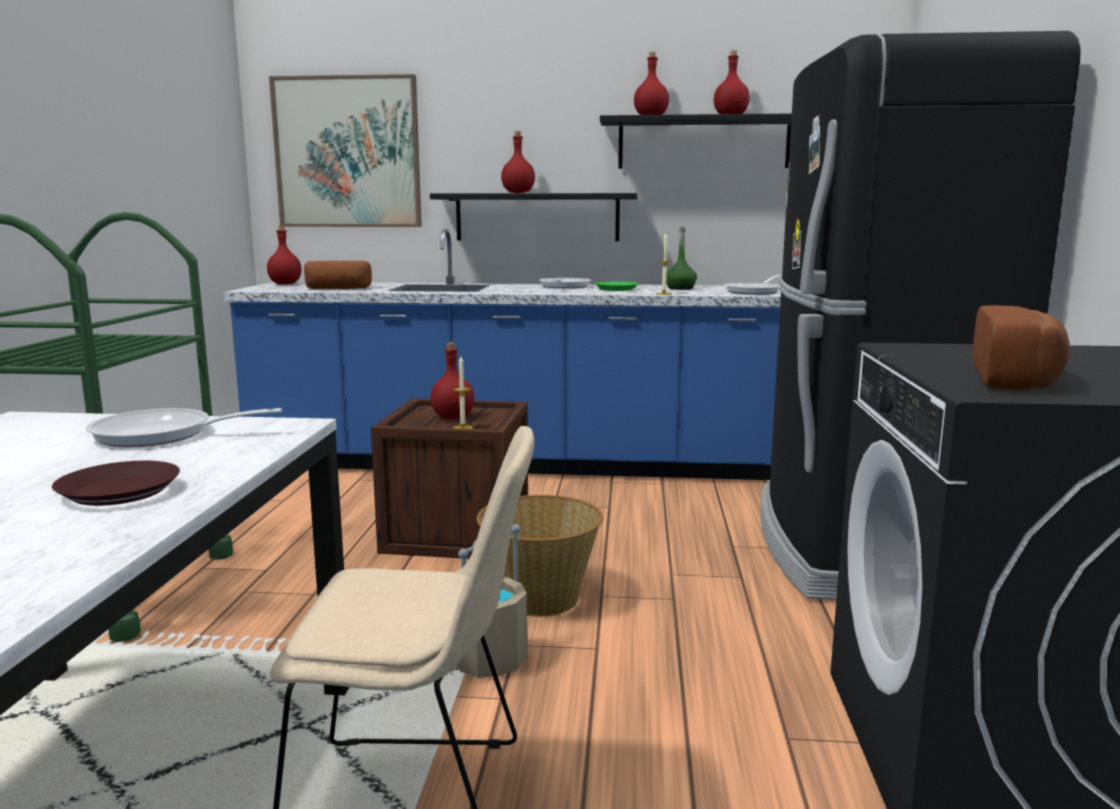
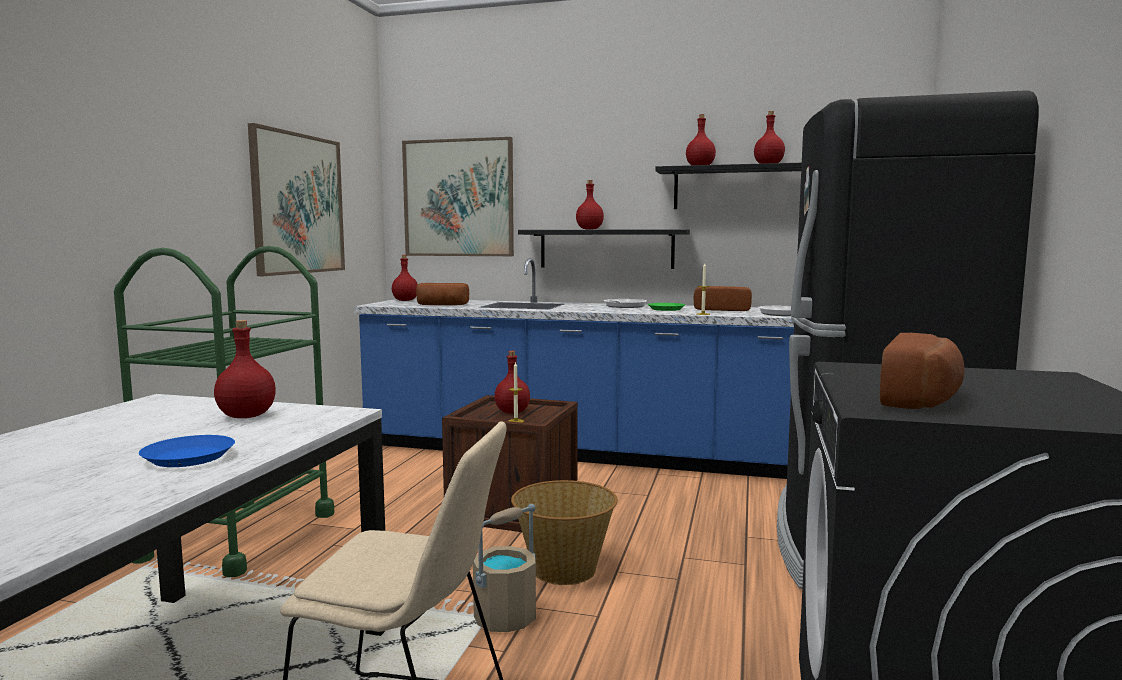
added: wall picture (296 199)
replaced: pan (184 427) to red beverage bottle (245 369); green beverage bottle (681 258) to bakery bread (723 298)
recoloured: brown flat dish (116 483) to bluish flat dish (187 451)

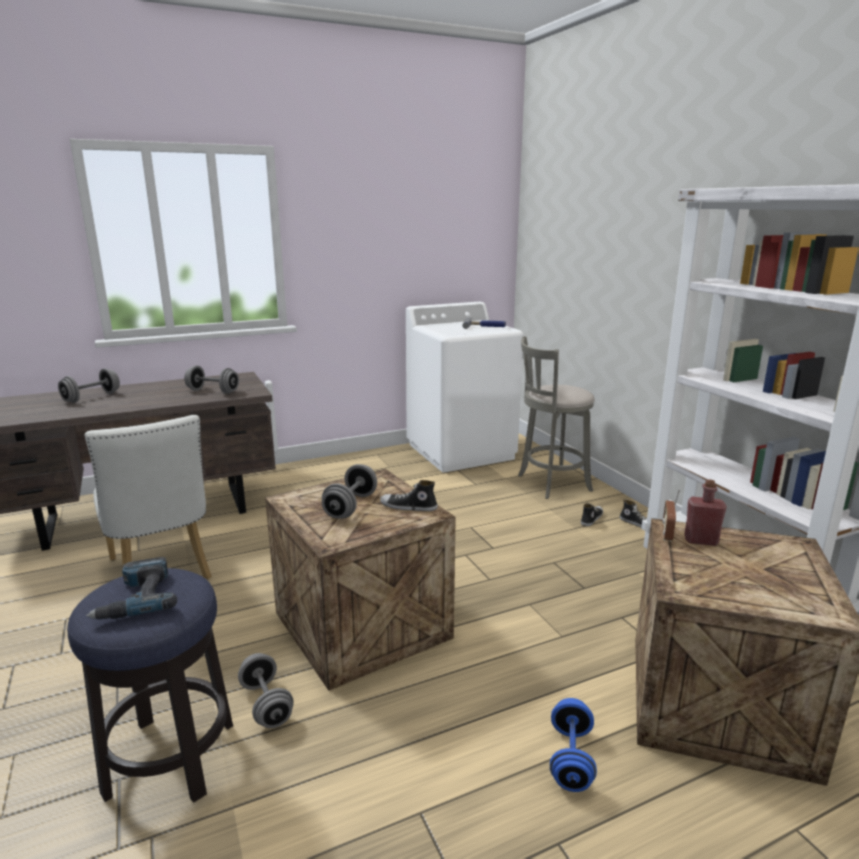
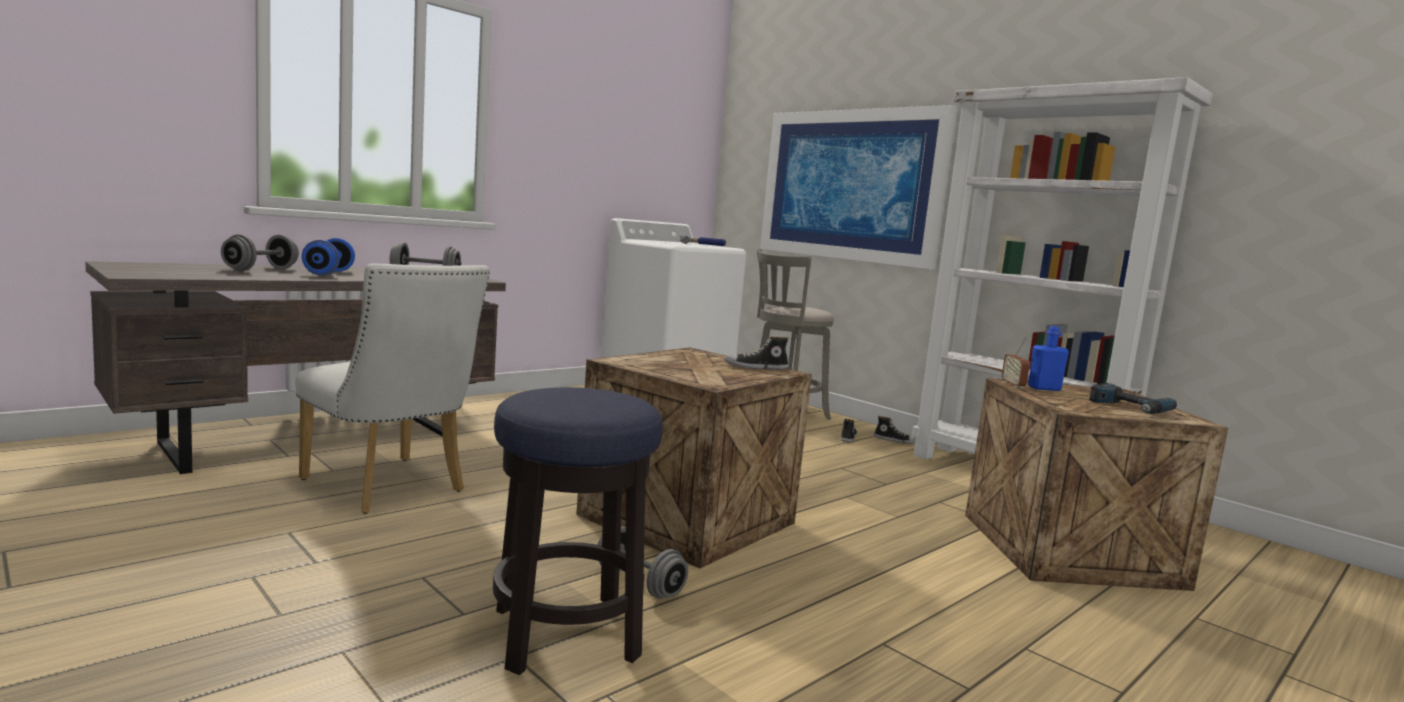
removed: gray dumbbell (349 491)
added: wall picture (859 187)
moved: drill (131 588) to (1133 398); bluish dumbbell (573 745) to (328 256)
recoloured: red beverage bottle (705 512) to bluish beverage bottle (1048 358)

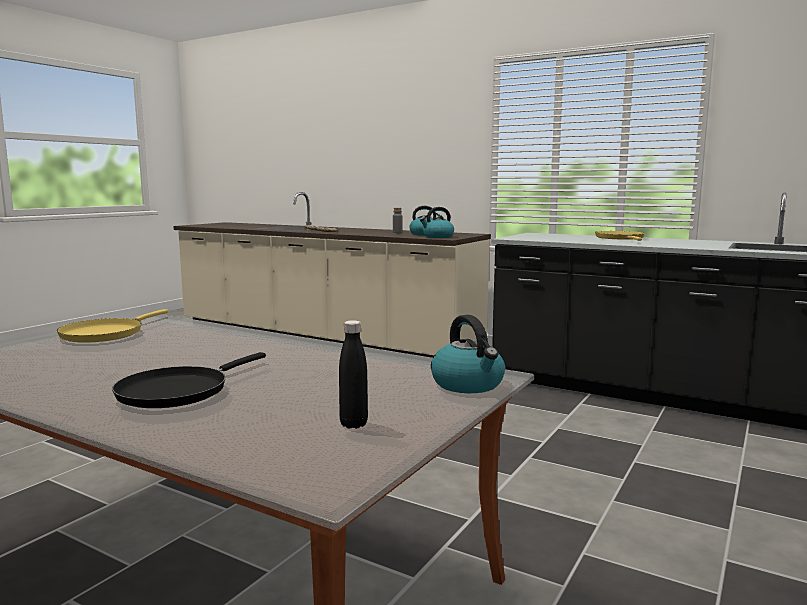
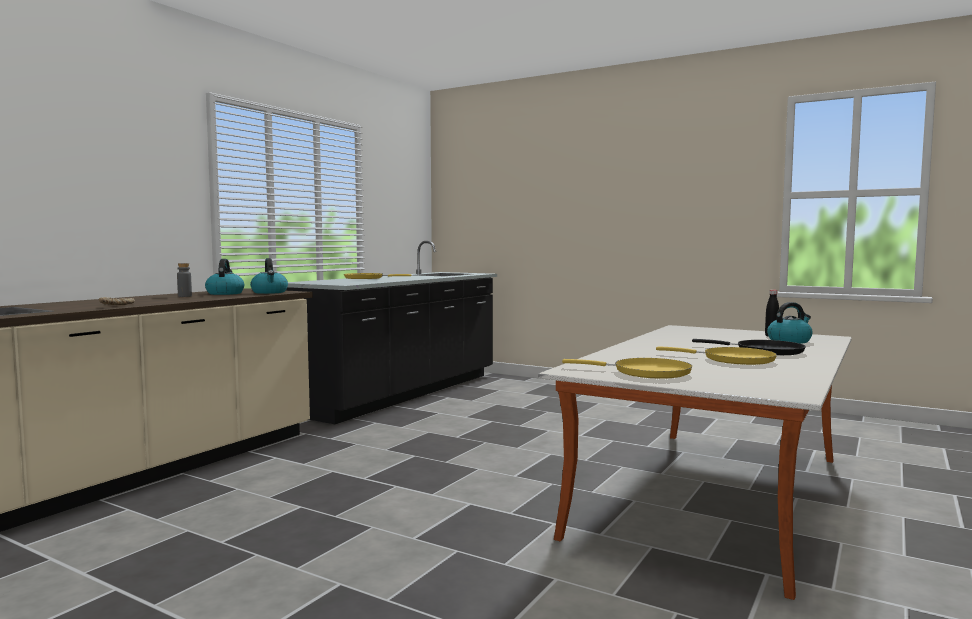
added: yellow-coloured pan (716 355)
moved: tea kettle (468 354) to (790 323)

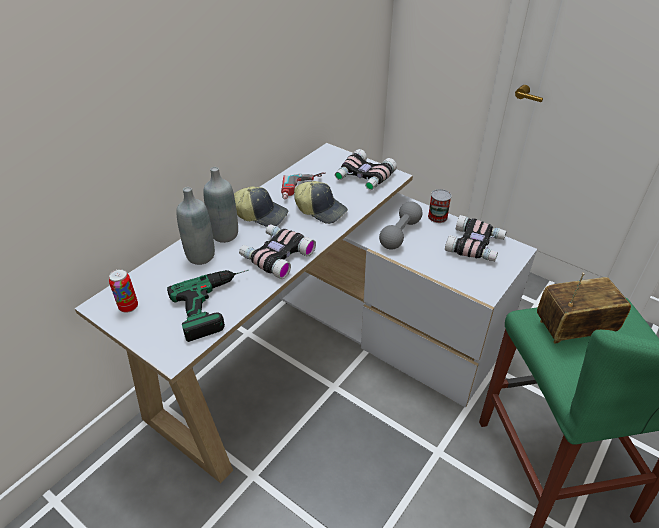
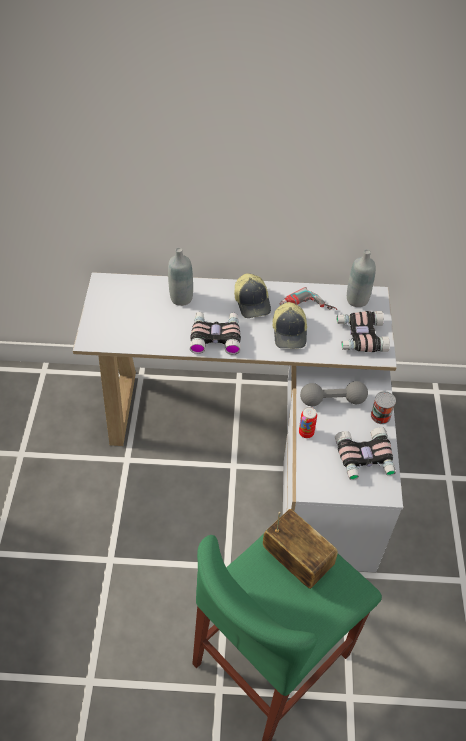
removed: drill (208 306)
moved: metal can (123 291) to (308 422); gray beverage bottle (220 205) to (361 278)

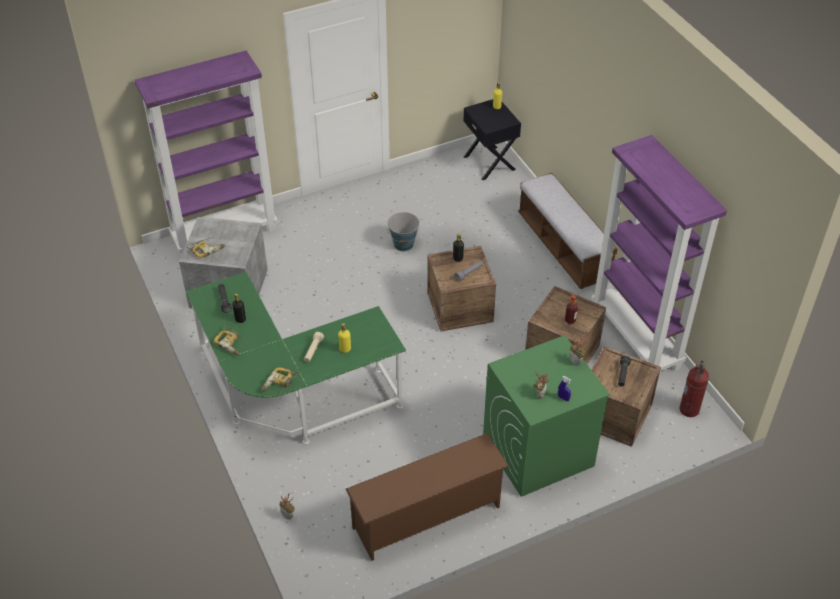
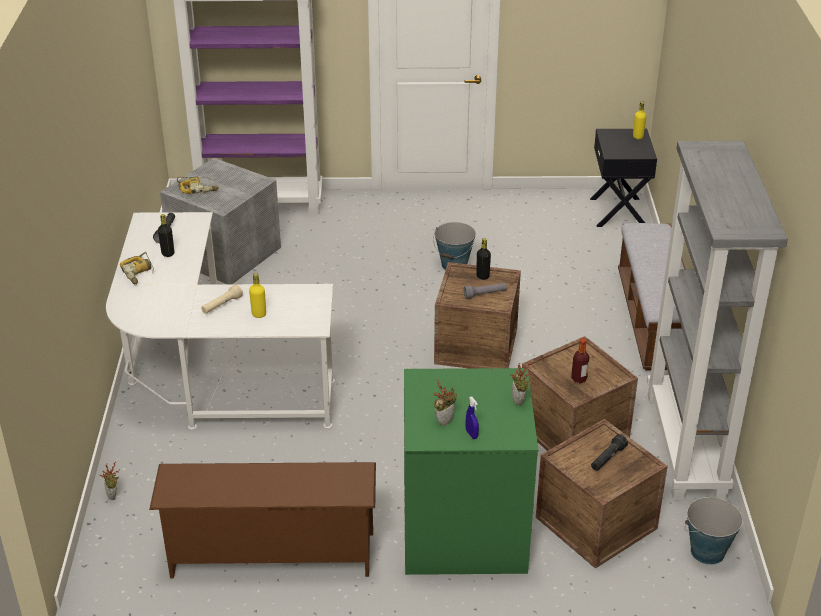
removed: drill (280 380)
replaced: fire-fighting cylinder (694 389) to pail (713 531)
recoloured: green desk unit (296 358) to whitish desk unit (220 321); purplish bookcase (659 253) to gray bookcase (717 320)

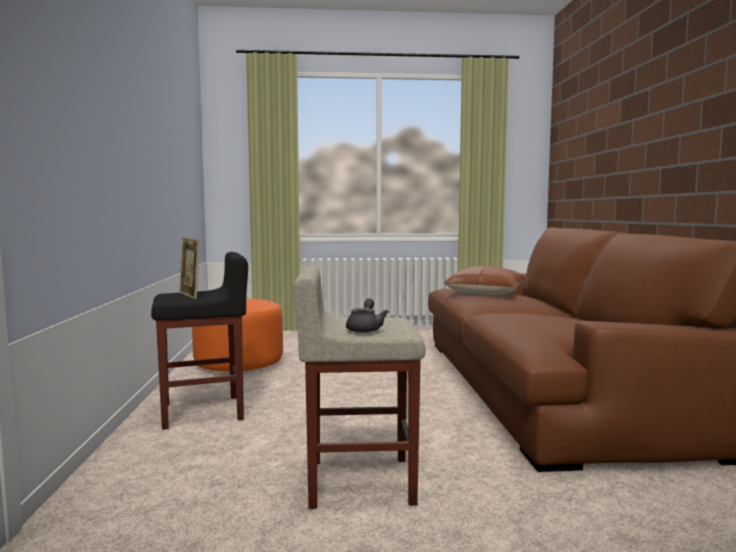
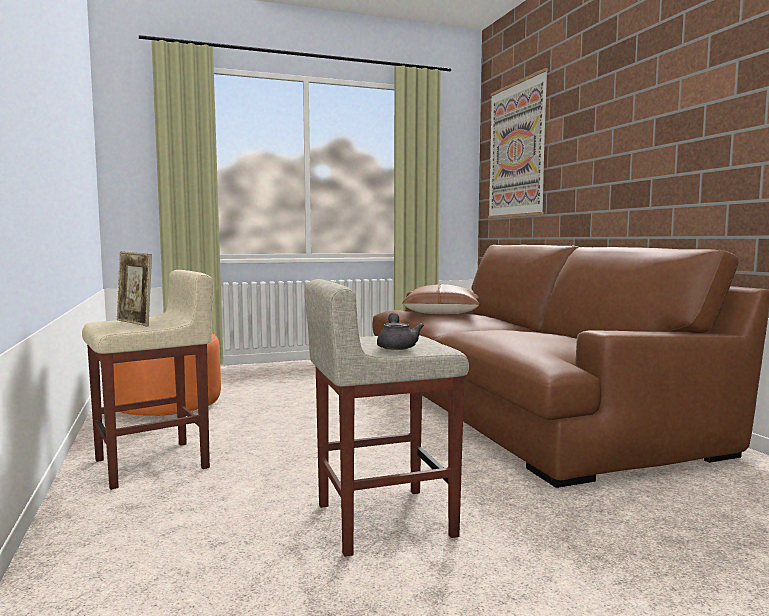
added: wall picture (518 143)
recoloured: black-coloured stool (199 341) to beige-coloured stool (148 380)

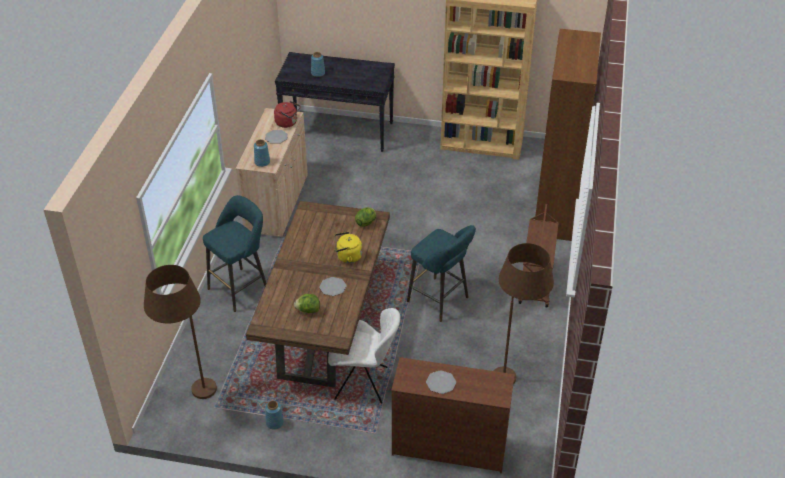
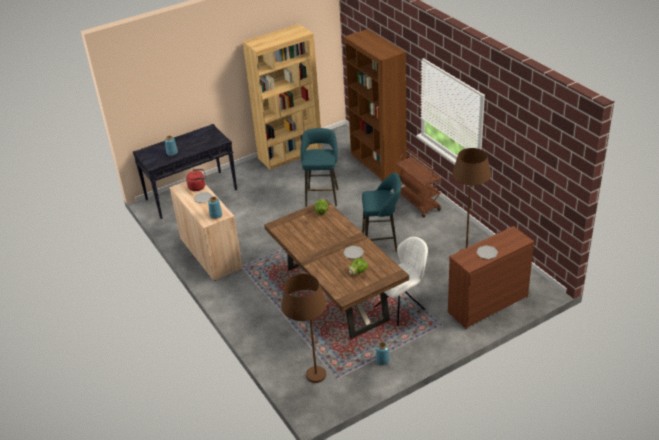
removed: yellow-coloured tea kettle (348 247)
moved: blue-green stool (234 253) to (319 167)

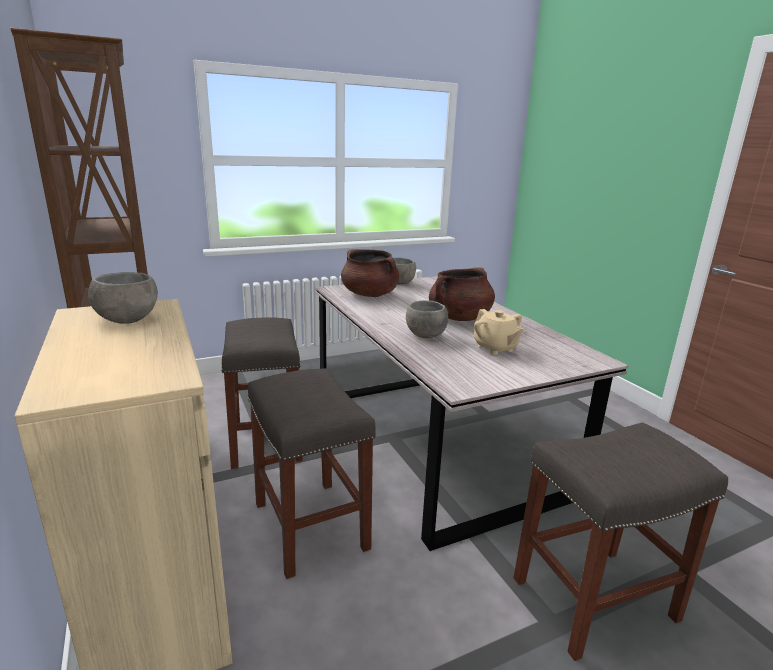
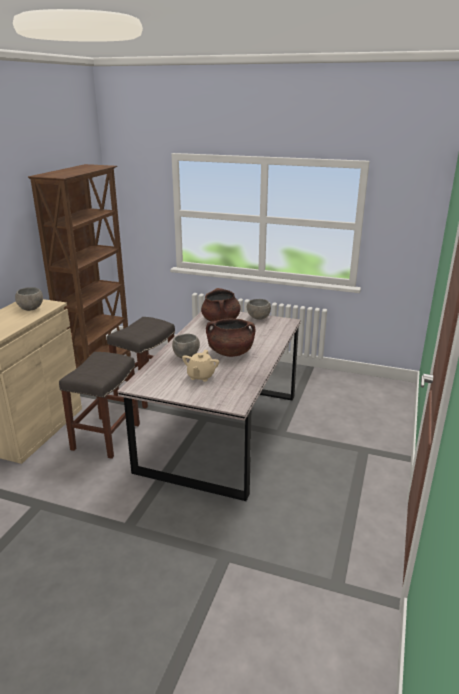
removed: gray stool (620 541)

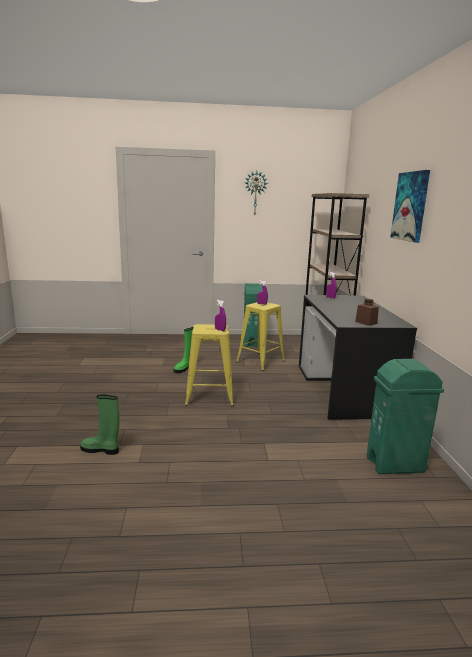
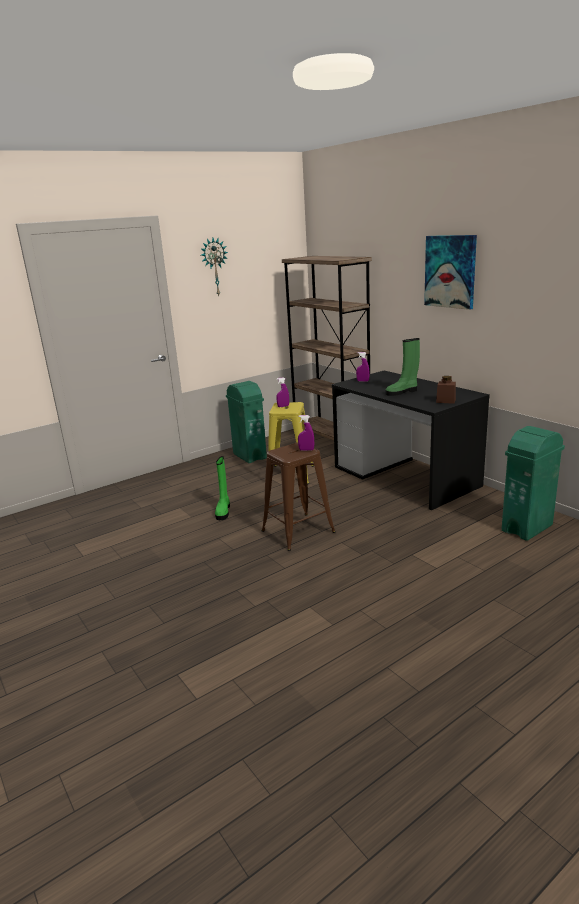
moved: green tall boot (99 424) to (402 367)
recoloured: yellow-coloured stool (209 365) to brown stool (298 496)

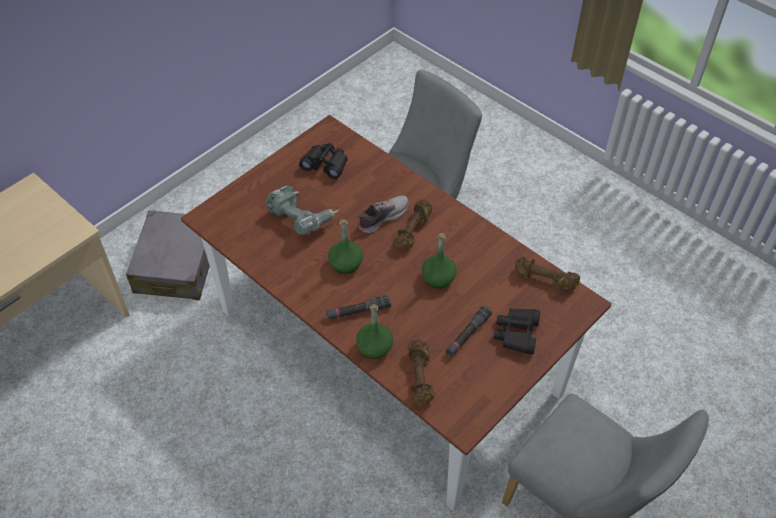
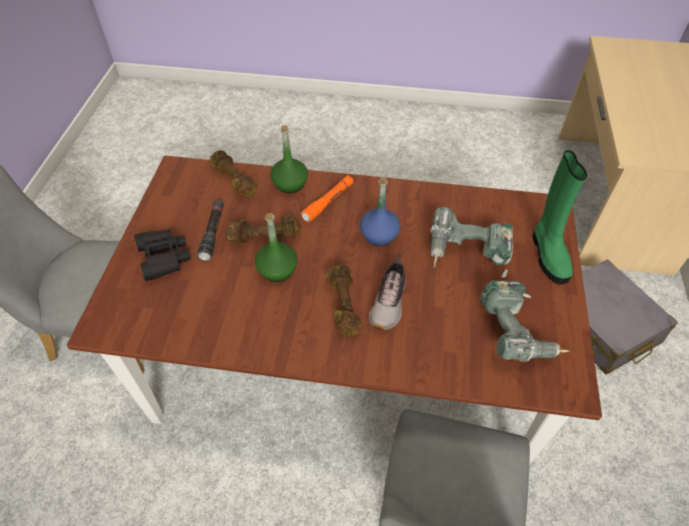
added: green tall boot (559 217)
moved: brown dumbbell (547 273) to (264 229)
replaced: black-coloured field glasses (323 161) to drill (525 321)
recoloured: black-coloured hand torch (358 307) to orange hand torch (327 199); green beverage bottle (345 246) to bluish beverage bottle (380 211)

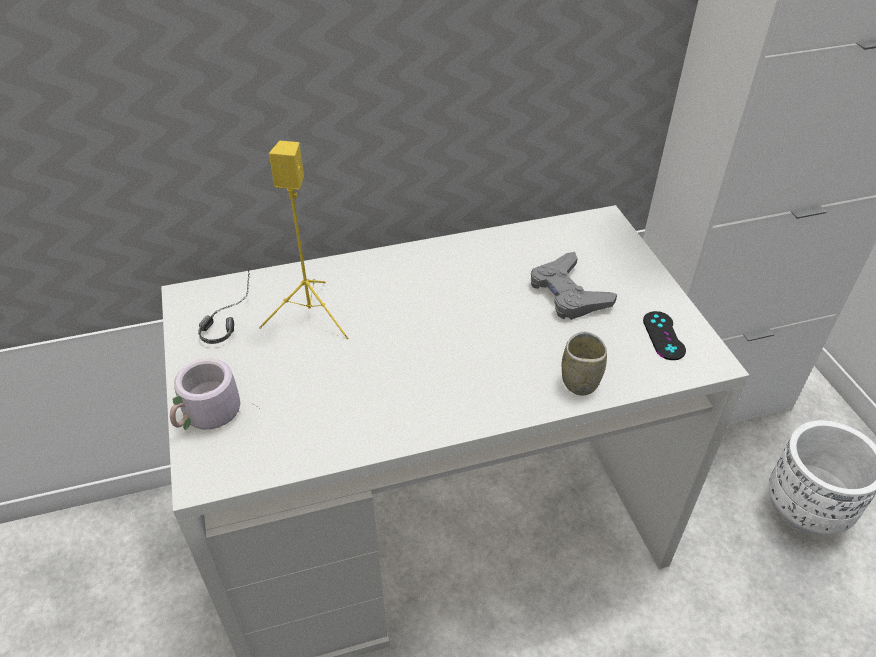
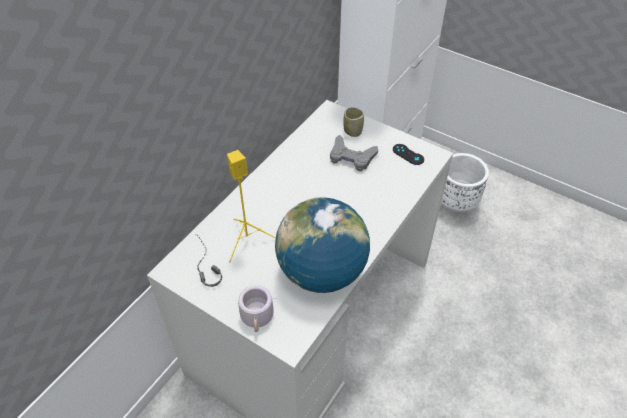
added: world globe (322 245)
moved: small cup (584 364) to (353 122)

